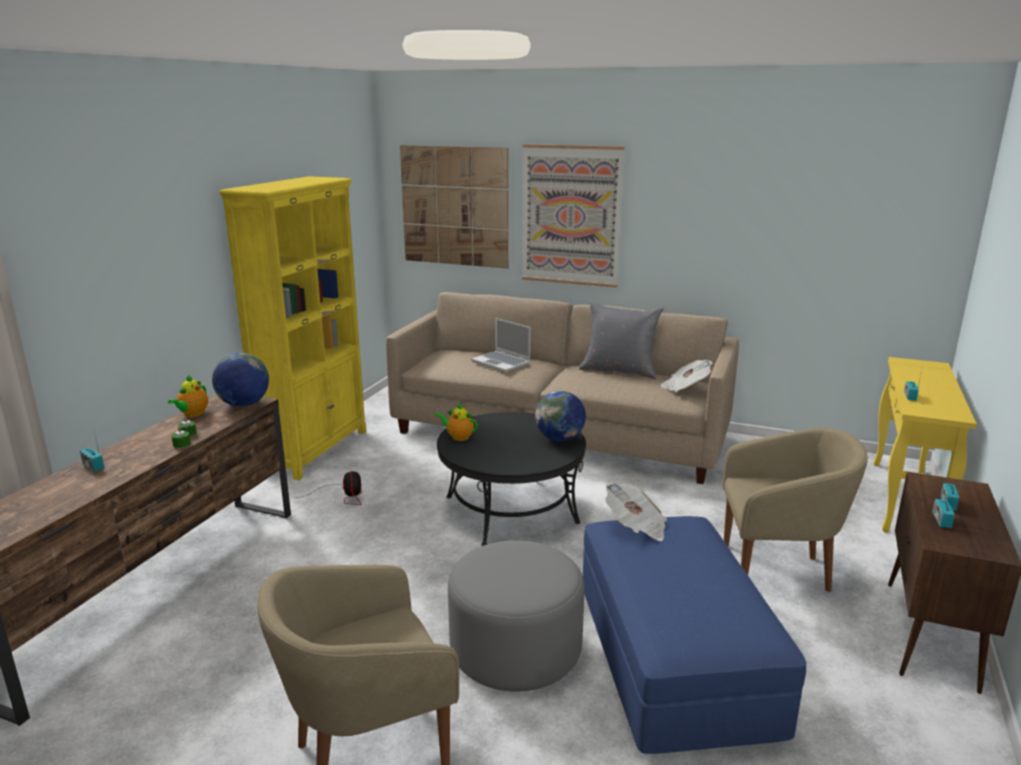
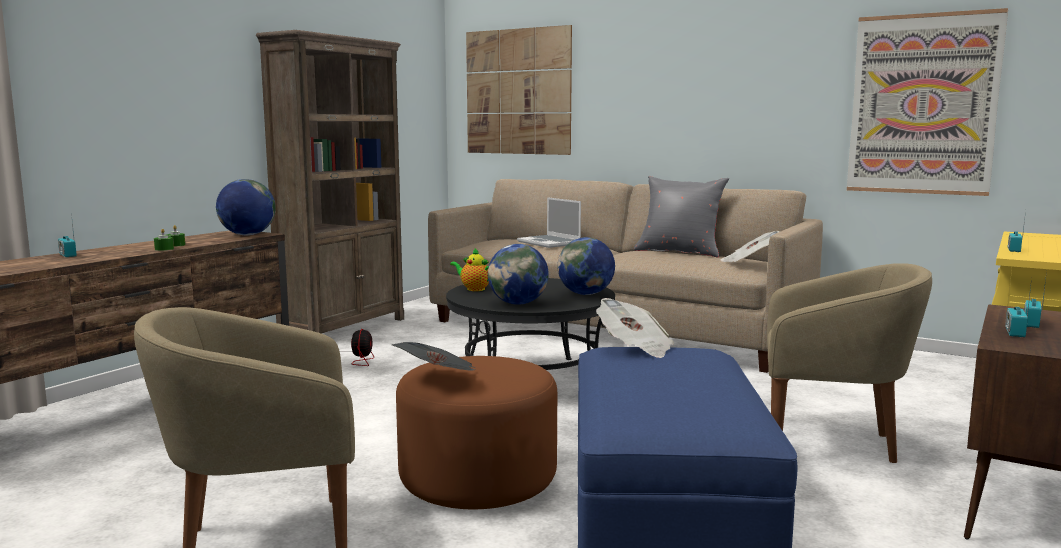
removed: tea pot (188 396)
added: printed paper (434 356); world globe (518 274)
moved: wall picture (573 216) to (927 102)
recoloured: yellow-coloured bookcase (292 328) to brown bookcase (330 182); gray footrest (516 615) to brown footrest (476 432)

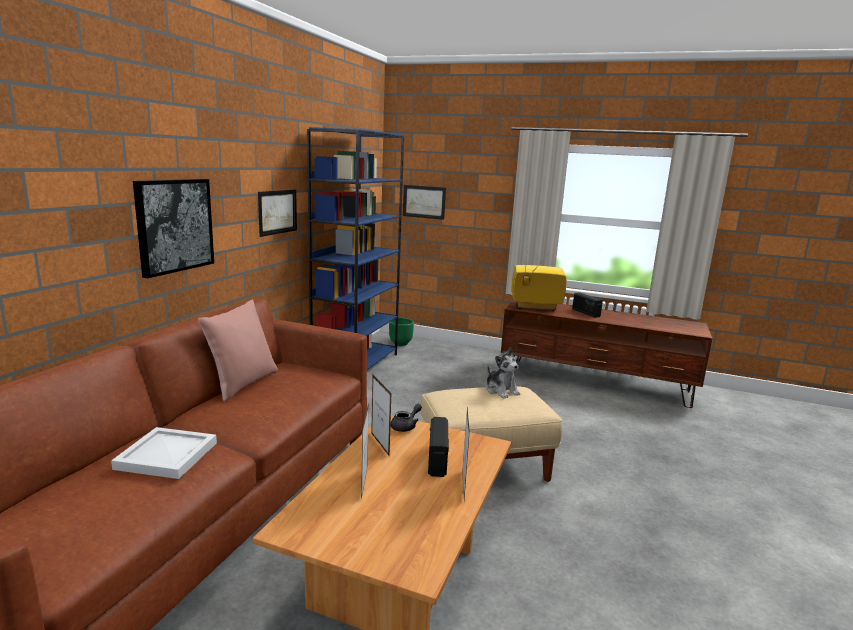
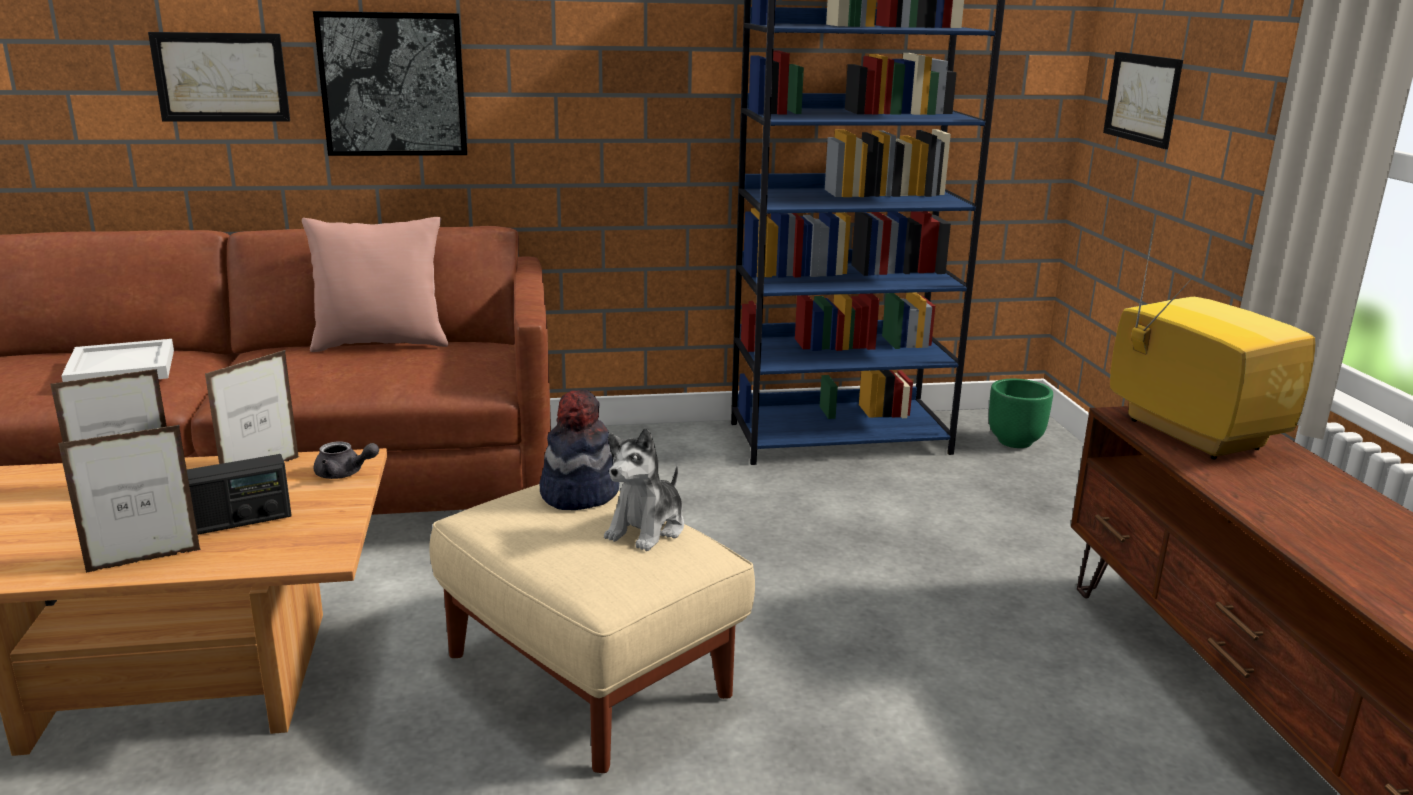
removed: radio (587 305)
added: clothing hat (579 449)
moved: wall picture (277 213) to (219 77)

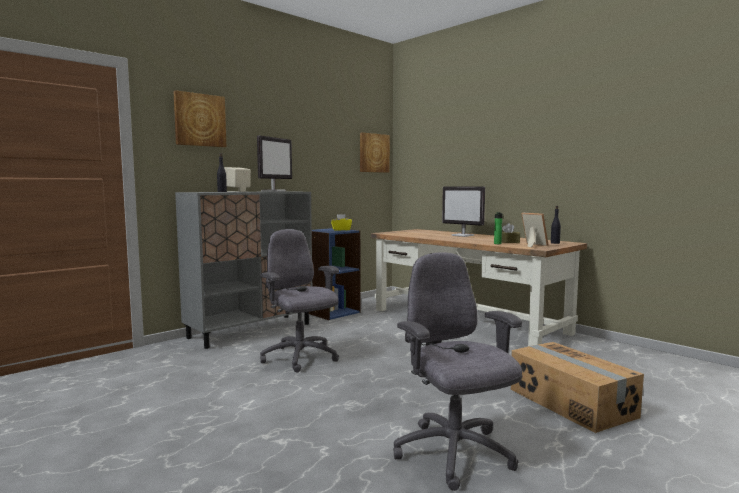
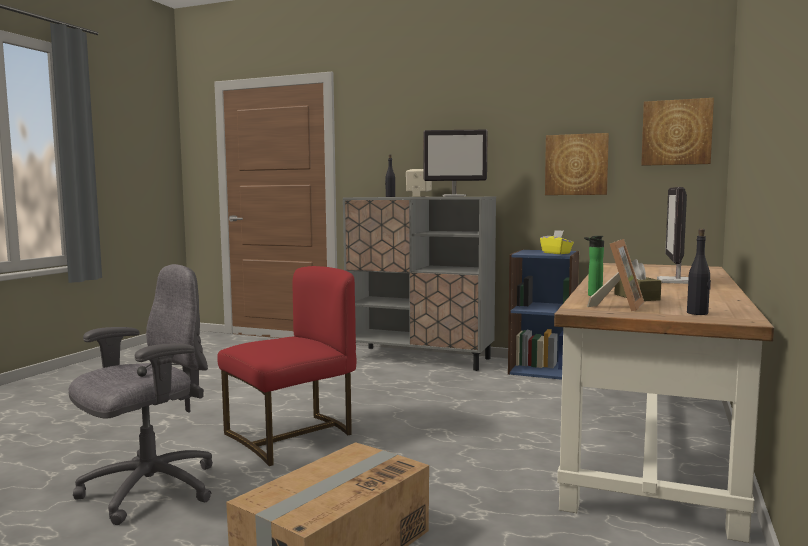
removed: gray computer chair (299 300)
added: red upright chair (286 366)
moved: wall picture (199 118) to (577 164)

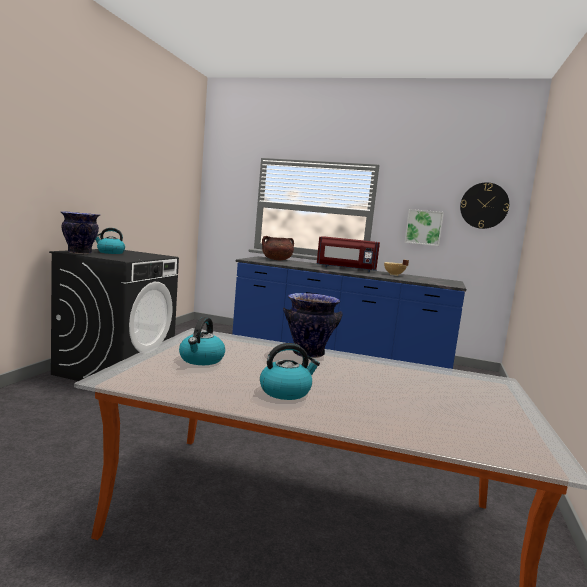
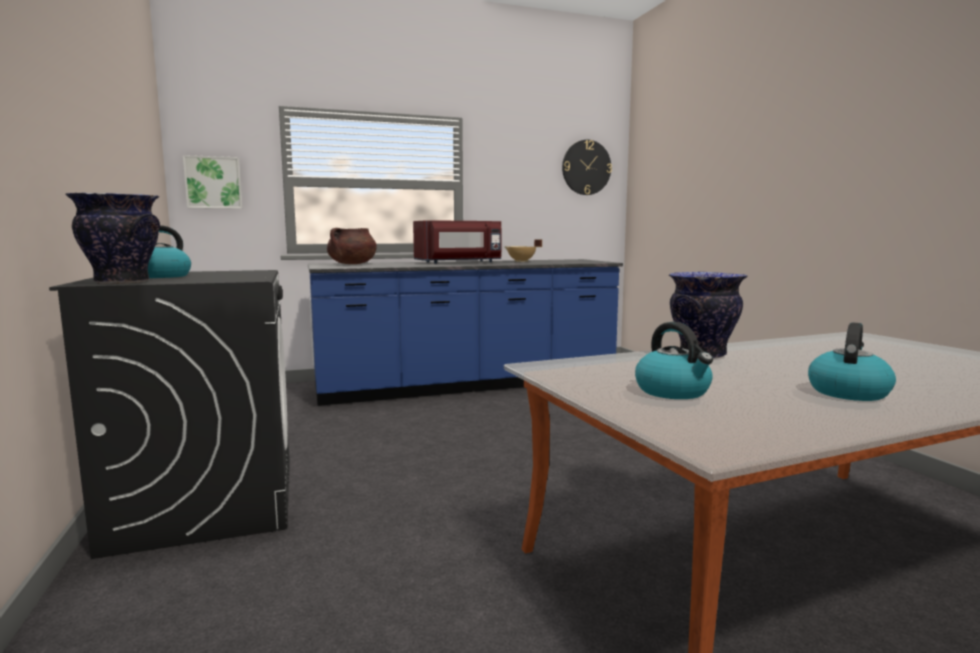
moved: wall picture (424 227) to (213 182)

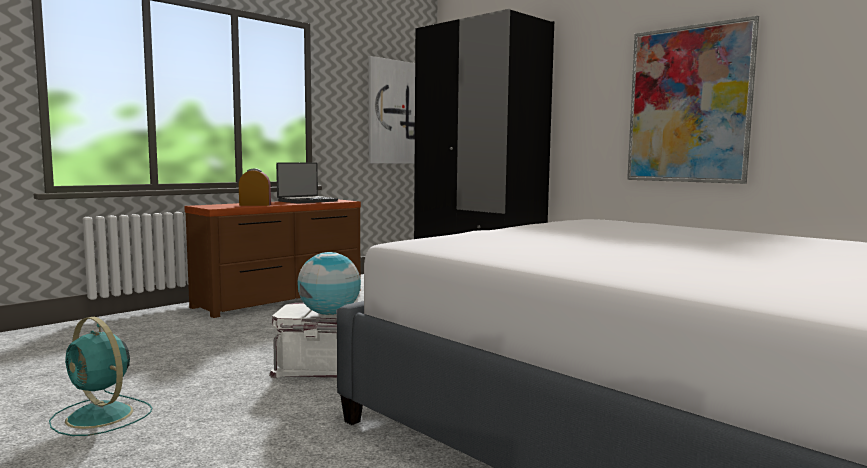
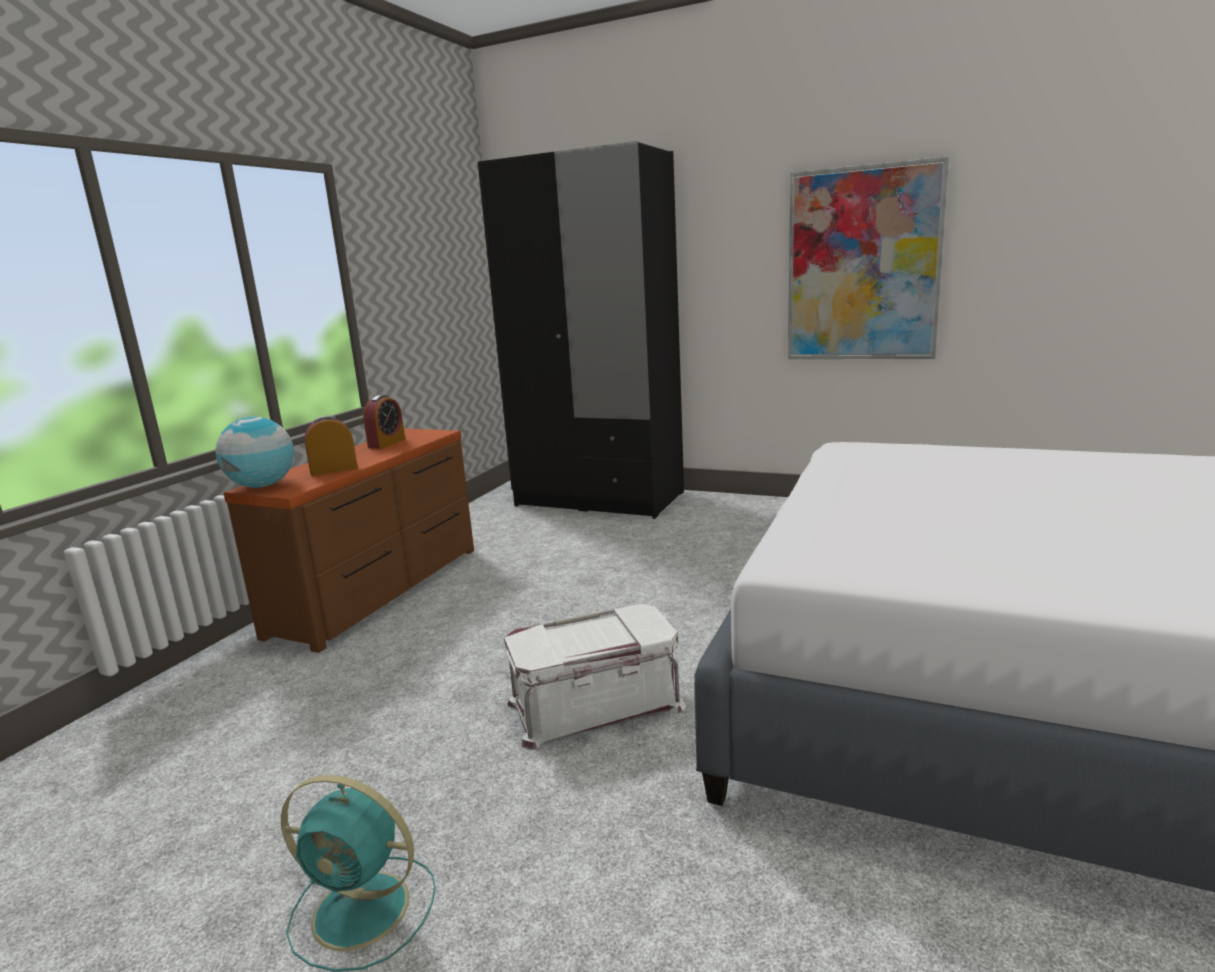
removed: wall picture (391 110)
moved: world globe (329 283) to (254 452)
replaced: portable computer (307 183) to bedside clock (384 422)

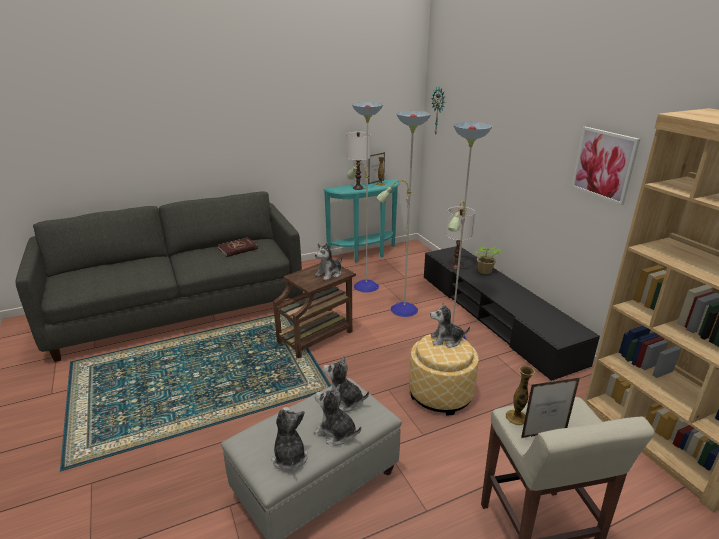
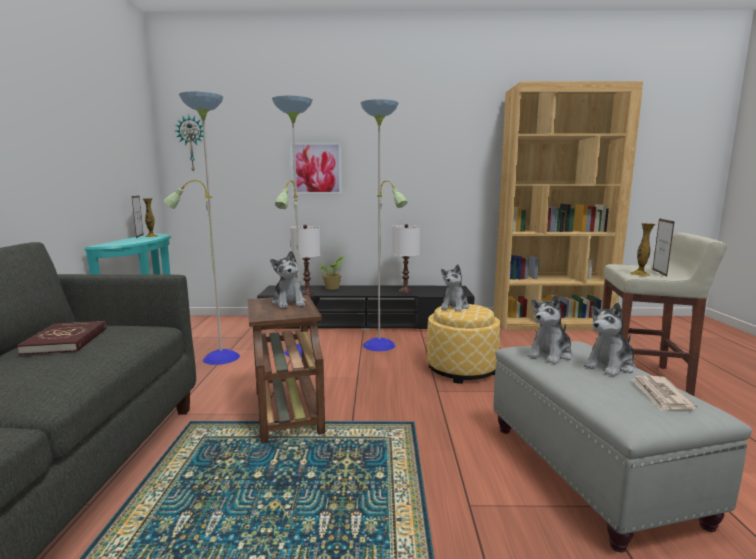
moved: whitish table lamp (358 161) to (406 258); wall picture (605 166) to (316 168)
replaced: soft toy (289 438) to printed paper (664 393)

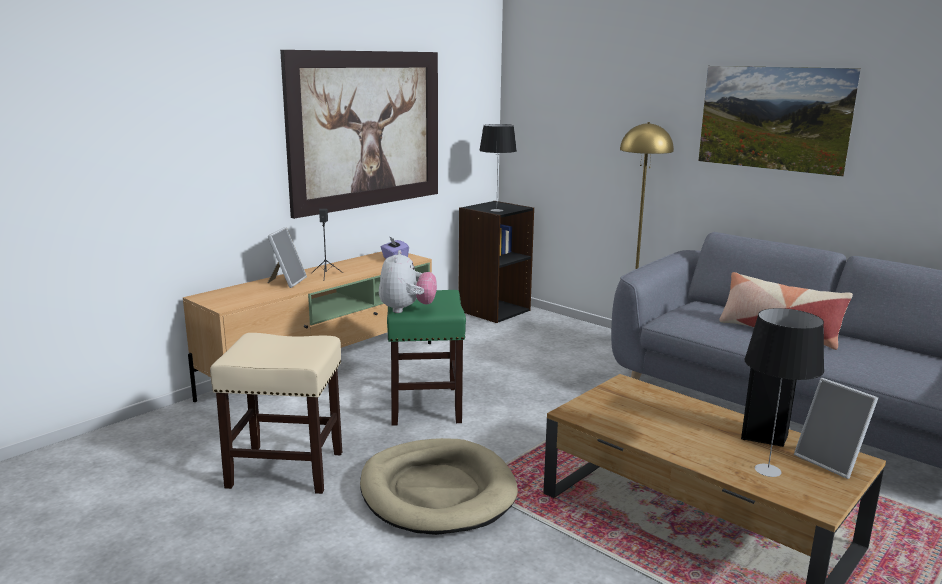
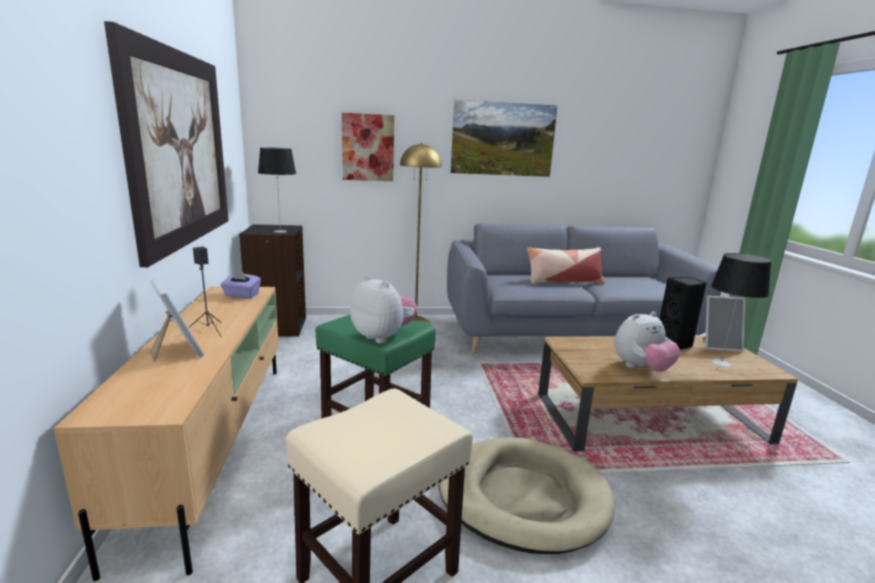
added: wall picture (368 147); soft toy (647 342)

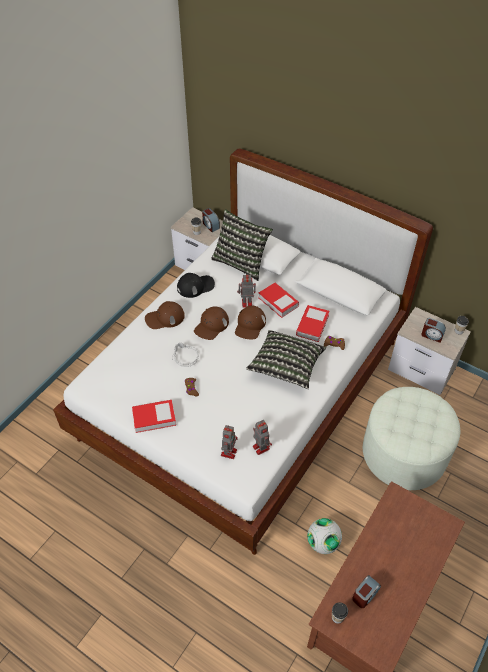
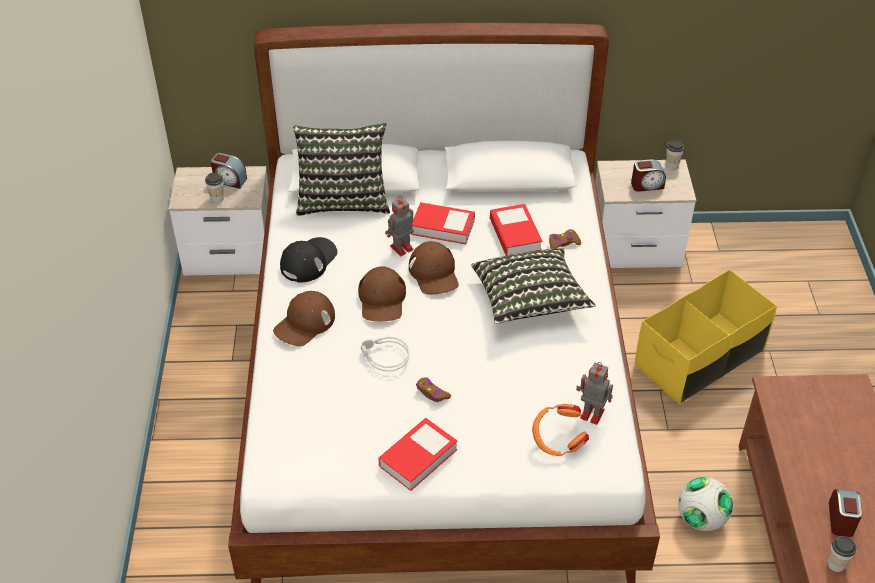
replaced: model robot (229 442) to orange headset (560 430); whitish footrest (411 438) to yellow-coloured storage box (706 337)

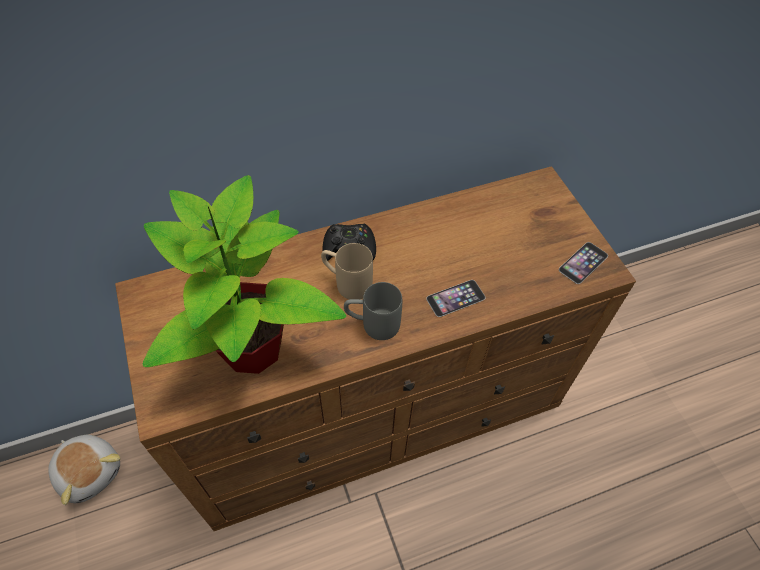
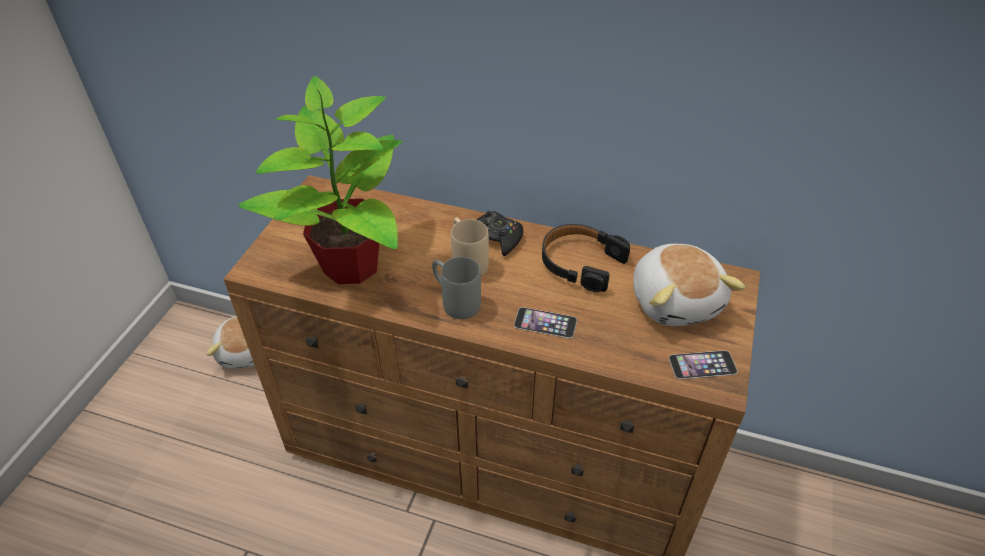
added: black-coloured headset (586 258); soft toy (689 285)

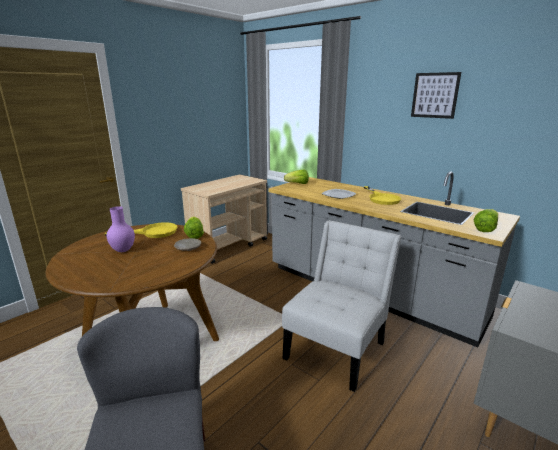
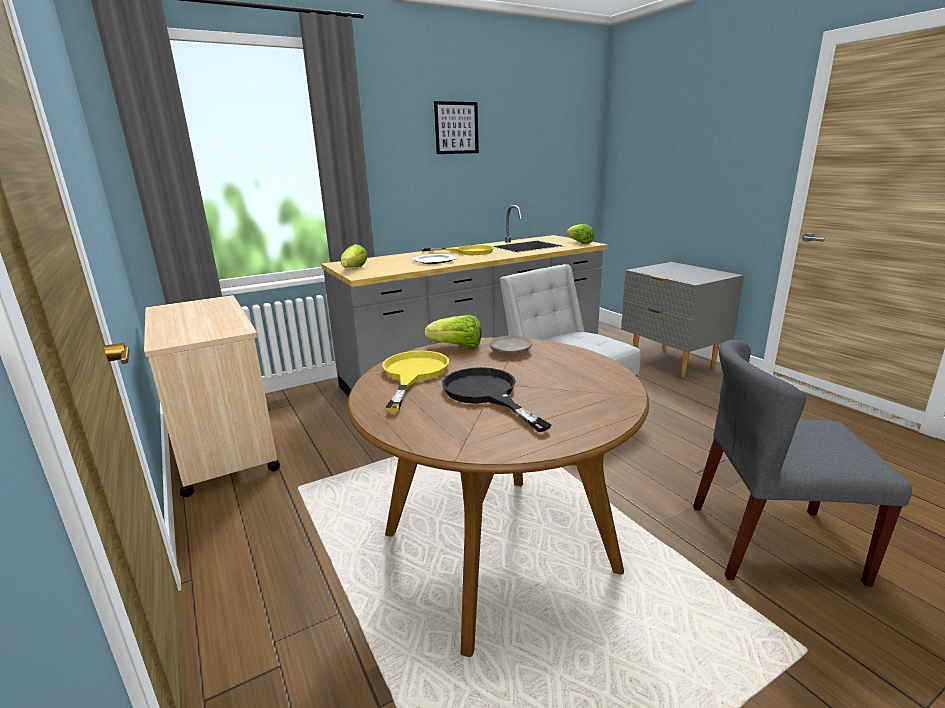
replaced: purplish flower vase (120 229) to black-coloured pan (497 399)

